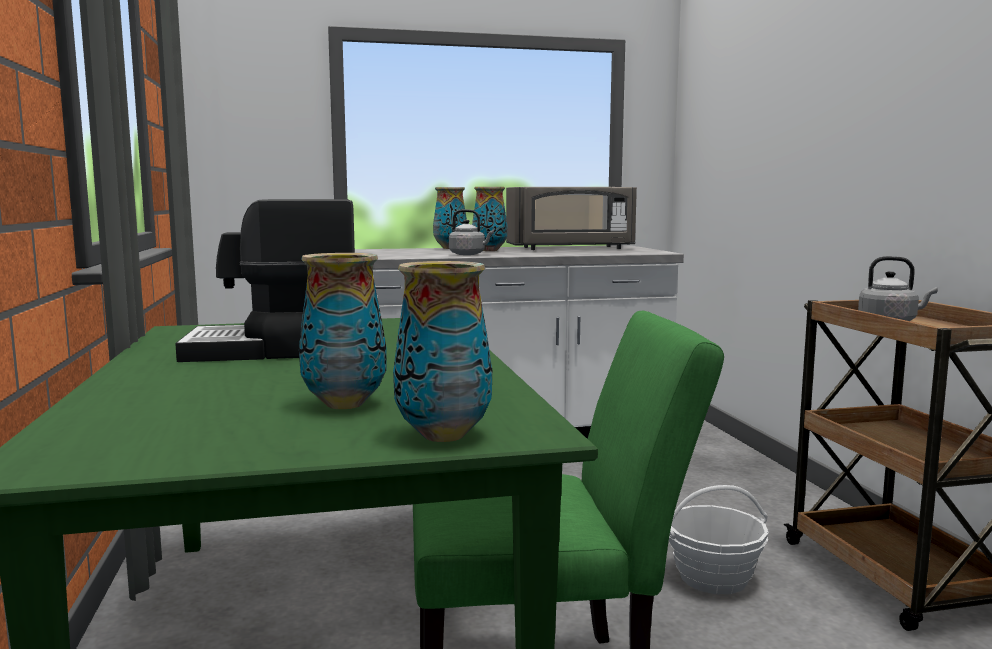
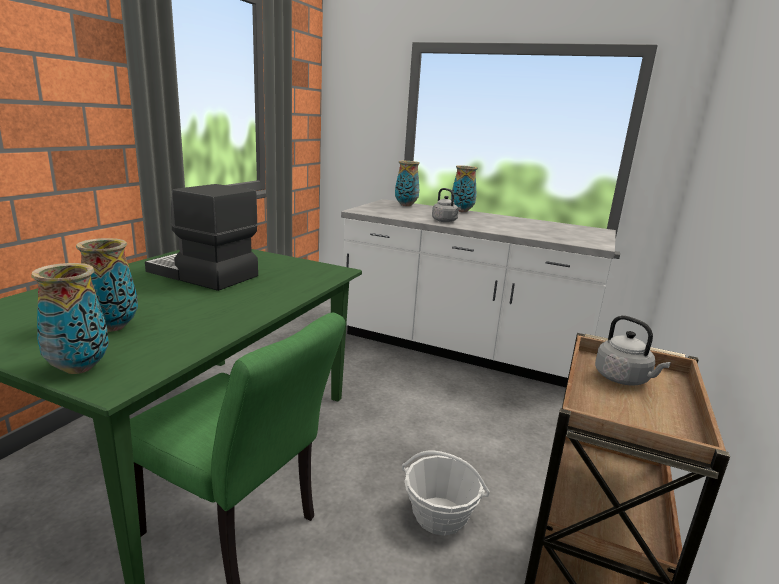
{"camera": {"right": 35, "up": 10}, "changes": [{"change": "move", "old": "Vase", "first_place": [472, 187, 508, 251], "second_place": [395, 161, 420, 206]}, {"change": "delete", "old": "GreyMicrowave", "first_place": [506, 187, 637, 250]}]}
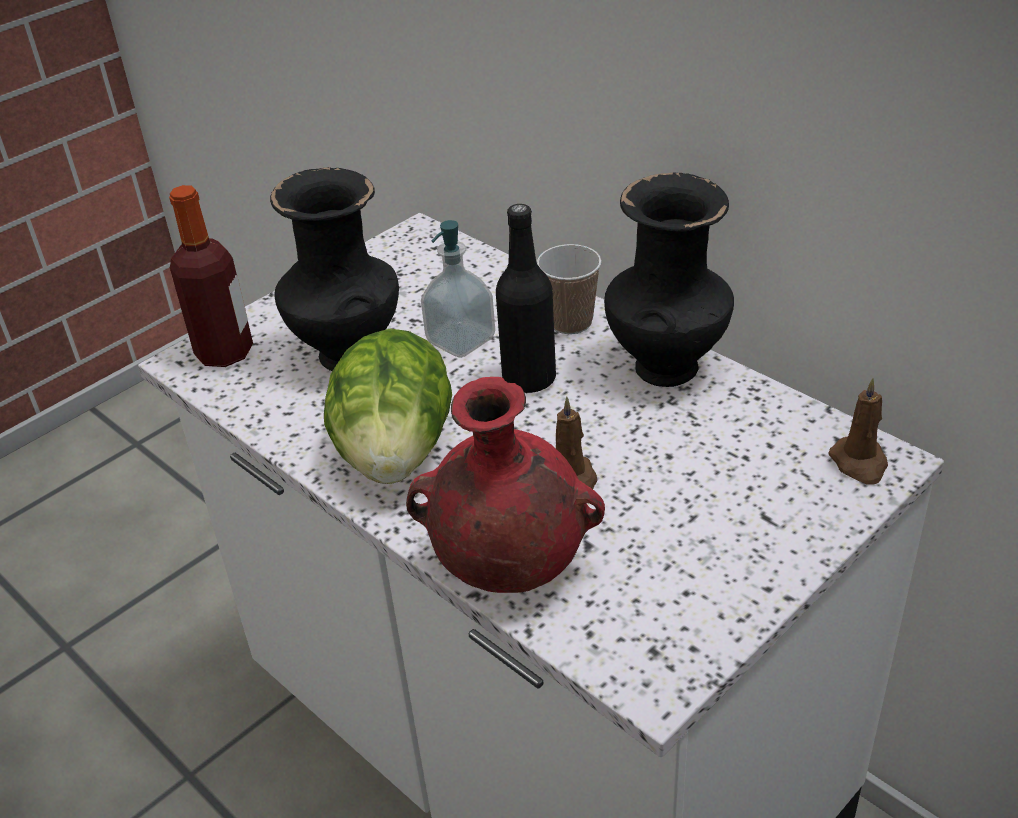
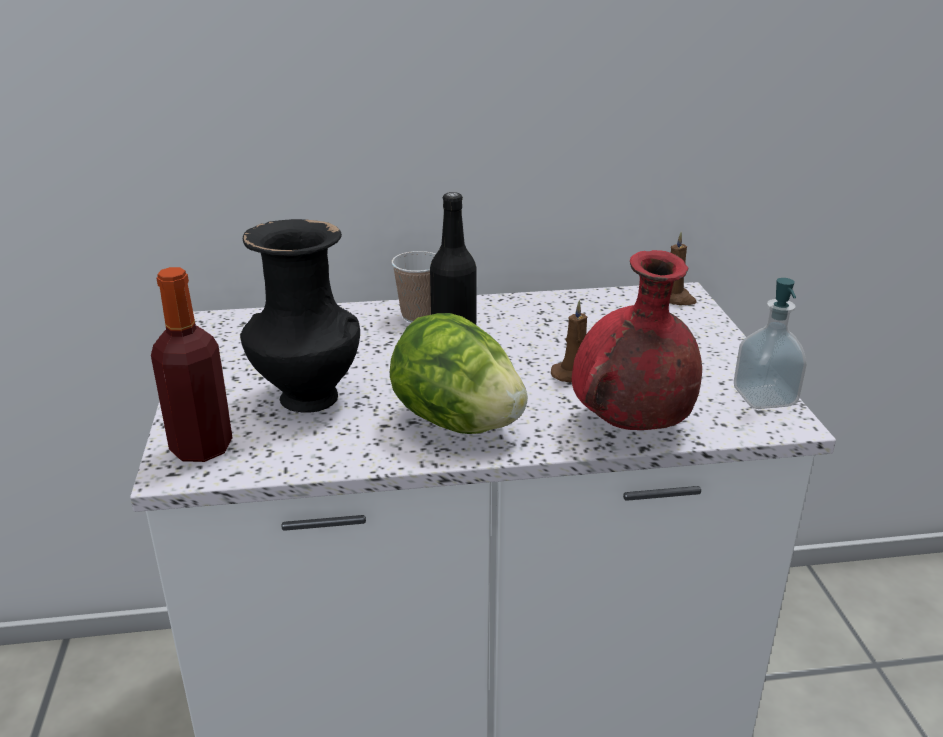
{"camera": {"right": -55, "up": -10}, "changes": [{"change": "move", "old": "SoapDispenser", "first_place": [421, 220, 495, 358], "second_place": [734, 278, 807, 409]}, {"change": "delete", "old": "BlackVase", "first_place": [604, 173, 734, 387]}]}
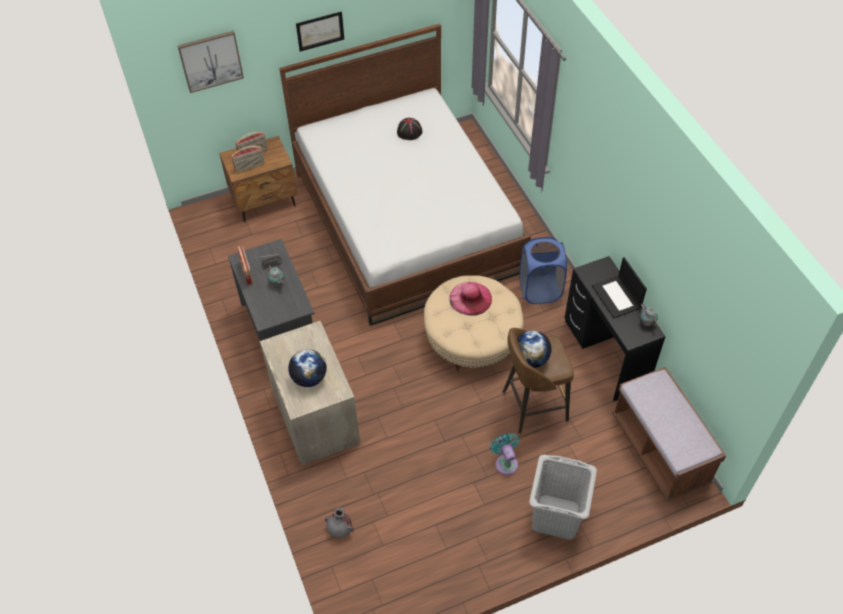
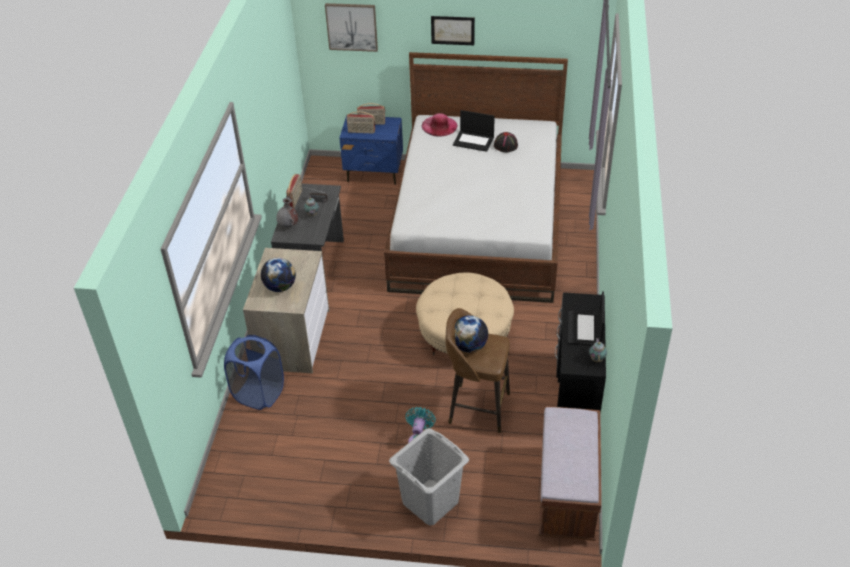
{"camera": {"right": 30, "up": -10}, "changes": [{"change": "recolor", "old": "BrownNightstand", "new": "BlueNightstand", "first_place": [219, 136, 297, 222], "second_place": [339, 115, 403, 185]}, {"change": "move", "old": "GreyVase", "first_place": [325, 508, 354, 538], "second_place": [276, 198, 298, 227]}, {"change": "move", "old": "PinkHat", "first_place": [449, 282, 492, 315], "second_place": [422, 113, 457, 137]}, {"change": "move", "old": "BlueLaundryBasket", "first_place": [519, 237, 567, 304], "second_place": [224, 335, 284, 410]}, {"change": "insert", "new": "Laptop", "second_place": [453, 110, 495, 152]}]}
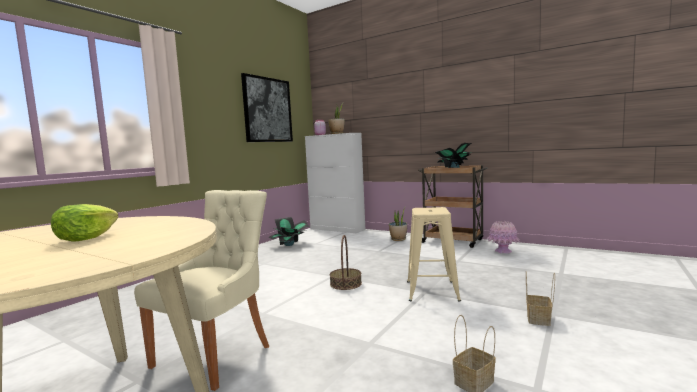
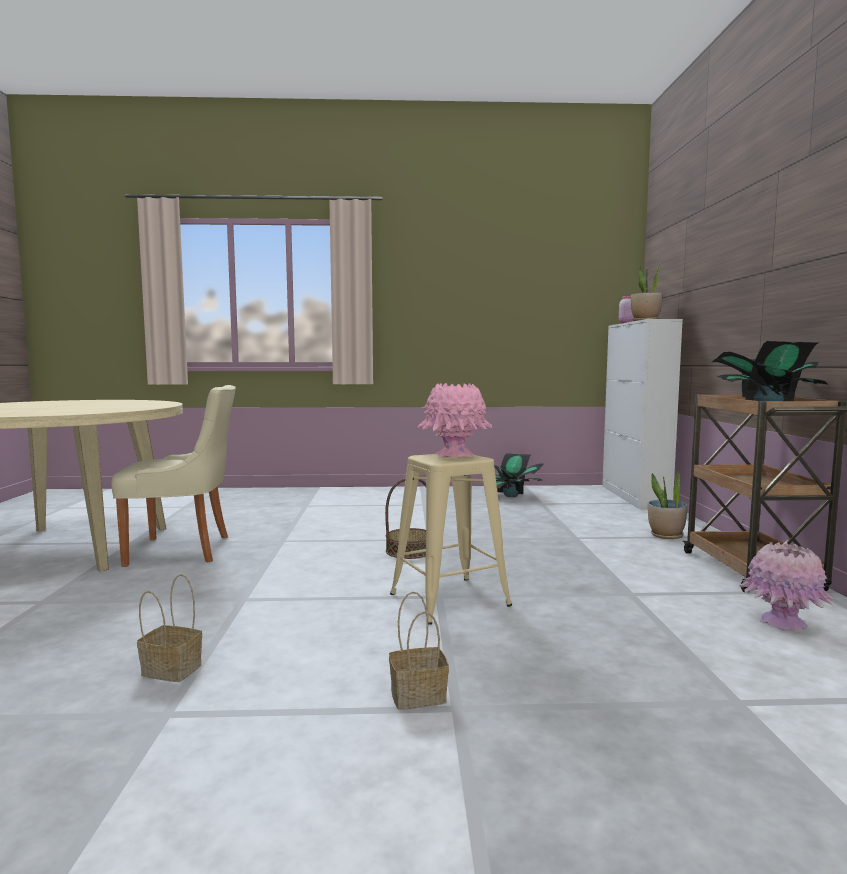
{"camera": {"right": 55, "up": 0}, "changes": [{"change": "delete", "old": "Lettuce", "first_place": [51, 204, 118, 242]}, {"change": "delete", "old": "Picture", "first_place": [241, 73, 293, 142]}, {"change": "insert", "new": "PinkVase", "second_place": [418, 383, 492, 457]}]}
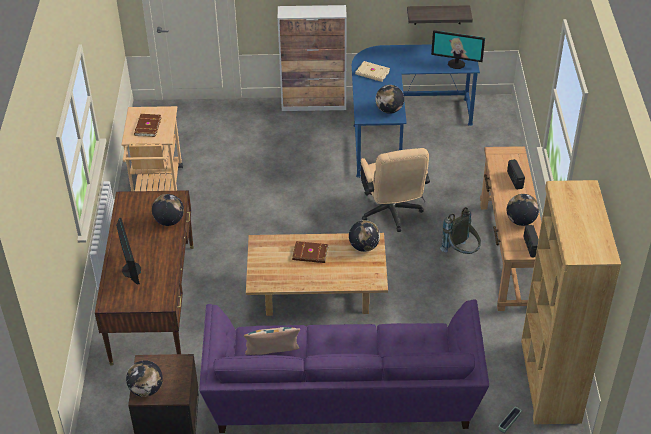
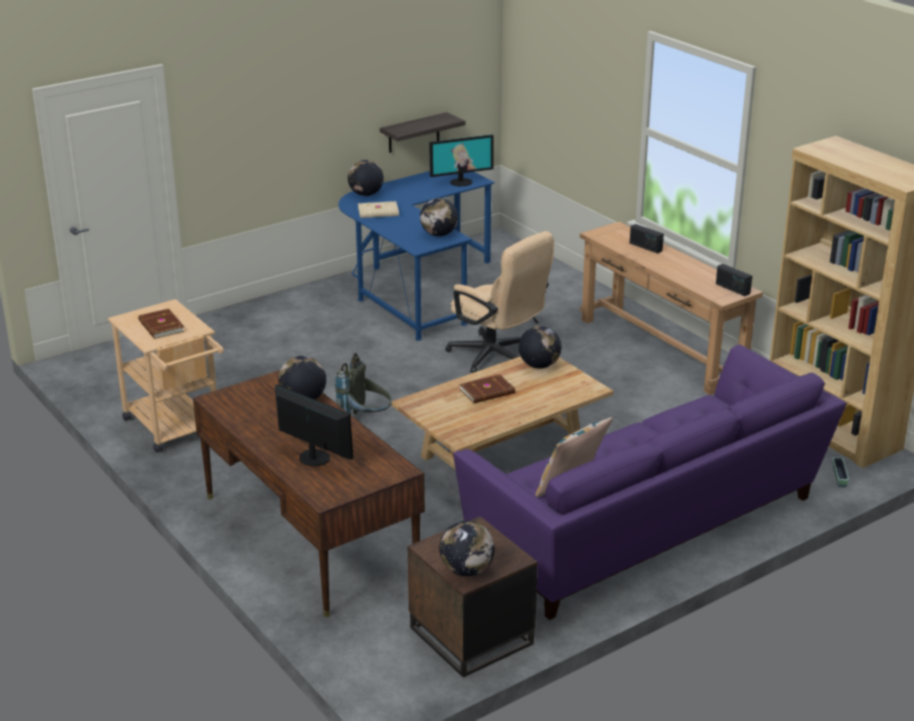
{"camera": {"right": -35, "up": -15}, "changes": [{"change": "delete", "old": "Cabinet", "first_place": [278, 5, 347, 111]}, {"change": "move", "old": "GreyBackpack", "first_place": [440, 207, 481, 254], "second_place": [335, 353, 392, 415]}, {"change": "move", "old": "Globe", "first_place": [507, 194, 539, 226], "second_place": [348, 160, 384, 196]}]}
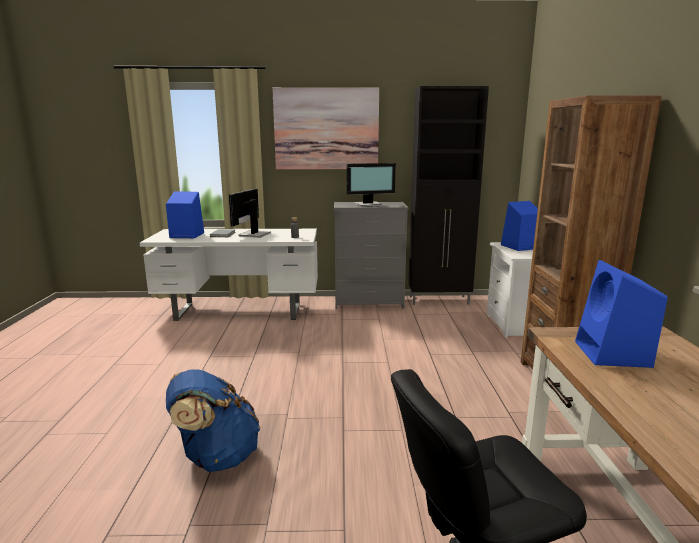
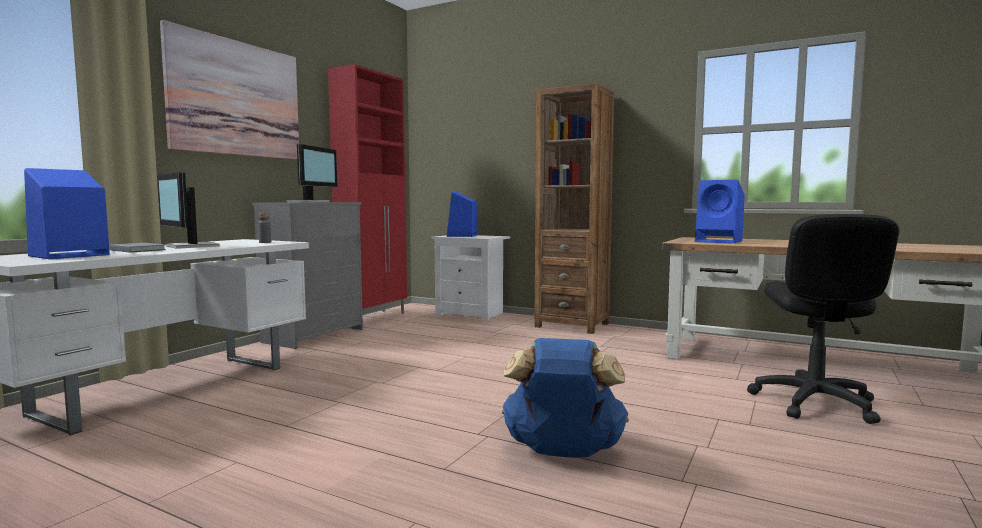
{"camera": {"right": -60, "up": -10}, "changes": [{"change": "recolor", "old": "BlackCabinet", "new": "RedCabinet", "first_place": [408, 86, 489, 305], "second_place": [328, 64, 407, 314]}]}
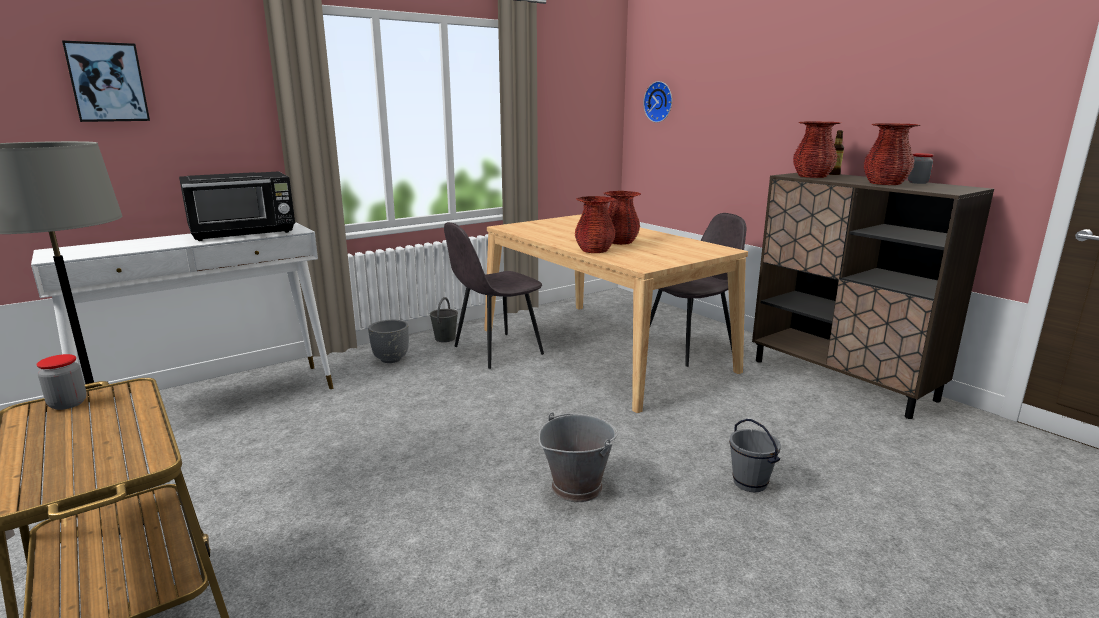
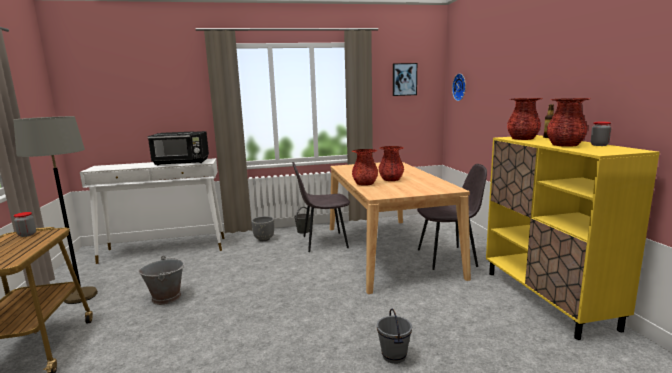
{"camera": {"right": 25, "up": -5}, "changes": [{"change": "move", "old": "Picture", "first_place": [62, 40, 150, 122], "second_place": [393, 63, 417, 96]}, {"change": "move", "old": "GreyBucket", "first_place": [539, 412, 618, 502], "second_place": [138, 256, 185, 305]}, {"change": "recolor", "old": "BrownCabinet", "new": "YellowCabinet", "first_place": [752, 173, 994, 419], "second_place": [486, 135, 660, 340]}]}
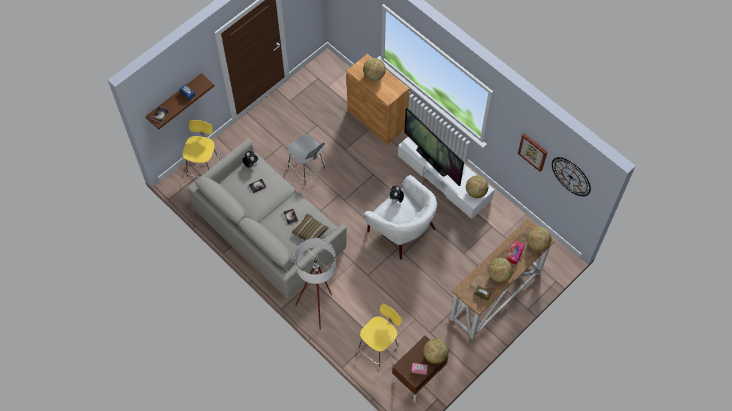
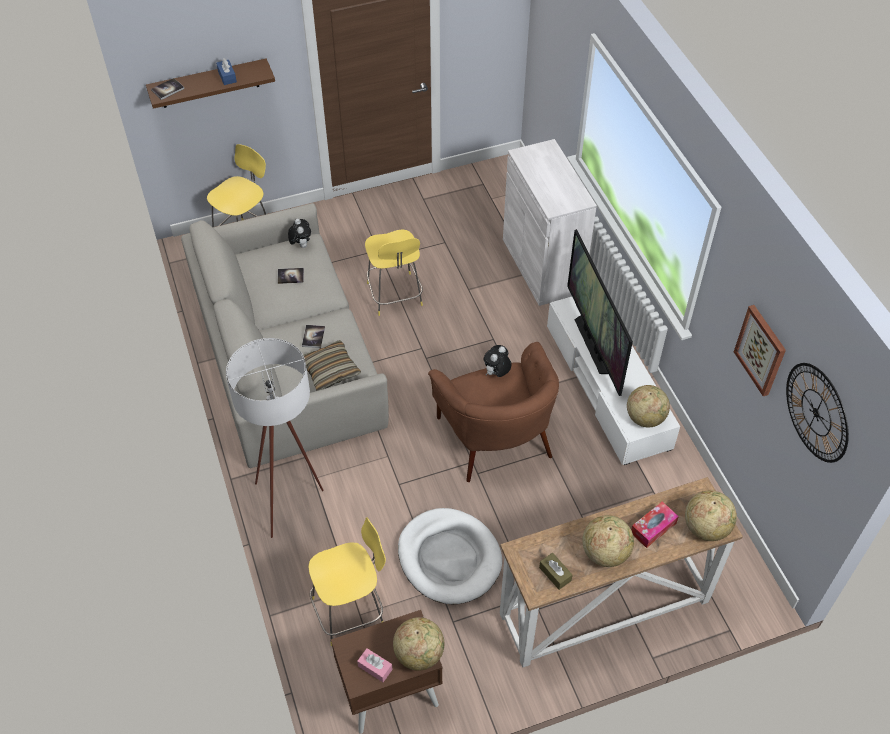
{"camera": {"right": 25, "up": -10}, "changes": [{"change": "recolor", "old": "GreyStool", "new": "YellowStool", "first_place": [288, 134, 326, 185], "second_place": [365, 230, 423, 316]}, {"change": "recolor", "old": "BrownCabinet", "new": "WhiteCabinet", "first_place": [346, 54, 410, 145], "second_place": [503, 139, 597, 306]}, {"change": "delete", "old": "Globe", "first_place": [363, 58, 386, 81]}, {"change": "recolor", "old": "WhiteArmchair", "new": "BrownArmchair", "first_place": [364, 175, 437, 260], "second_place": [428, 342, 559, 482]}, {"change": "insert", "new": "WhiteDogBed", "second_place": [398, 508, 502, 604]}]}
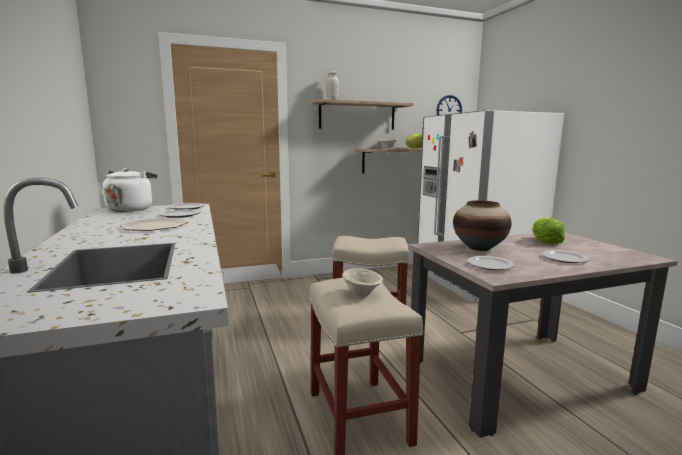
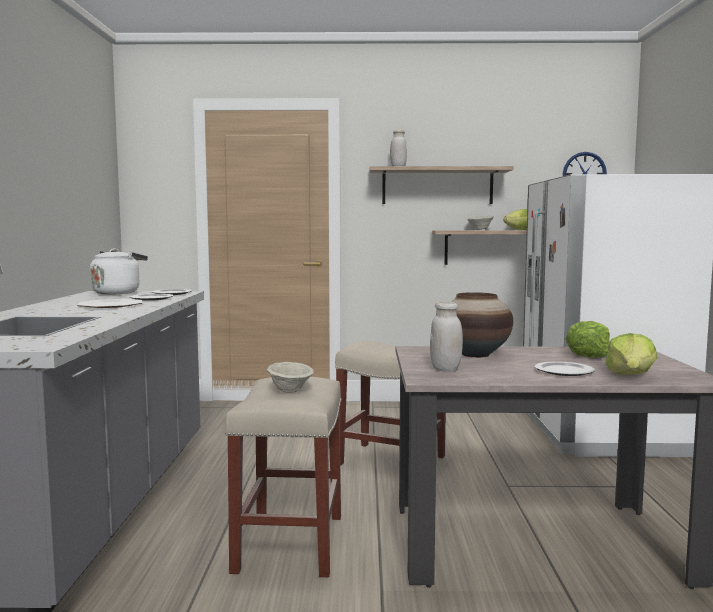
{"camera": {"right": 20, "up": -5}, "changes": [{"change": "replace", "old": "Plate", "new": "WhiteJar", "first_place": [467, 256, 514, 270], "second_place": [430, 301, 463, 372]}, {"change": "insert", "new": "Lettuce", "second_place": [605, 333, 657, 374]}]}
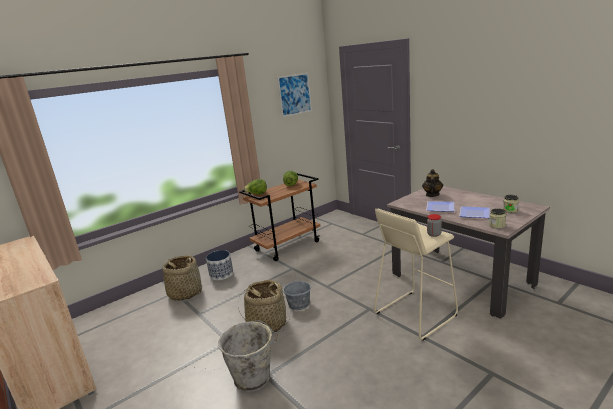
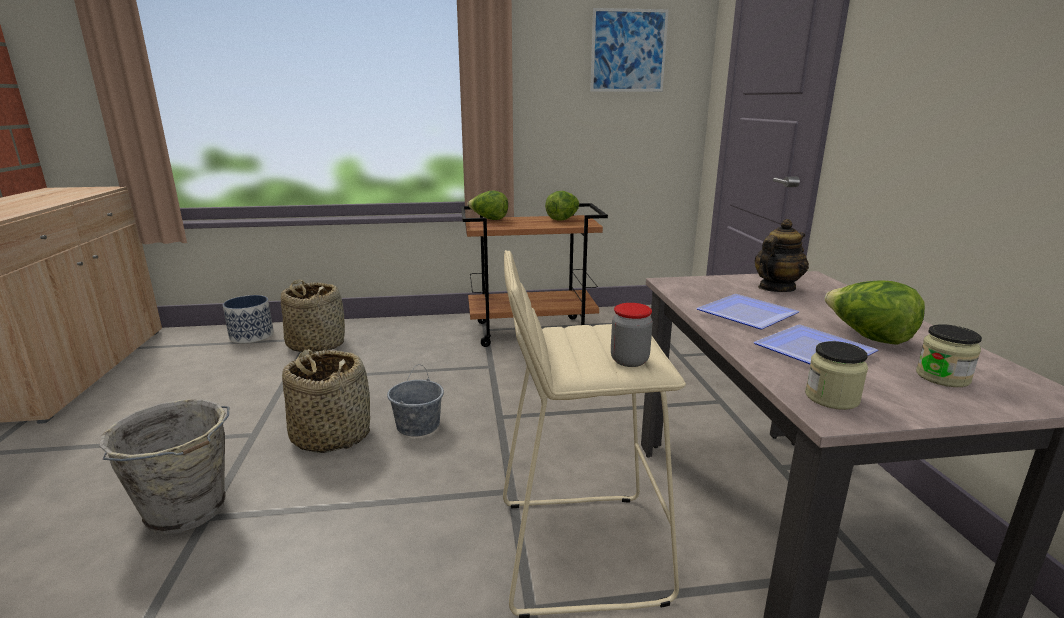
{"camera": {"right": 30, "up": 0}, "changes": [{"change": "move", "old": "Planter", "first_place": [206, 250, 233, 280], "second_place": [223, 295, 274, 344]}, {"change": "insert", "new": "Lettuce", "second_place": [825, 280, 925, 345]}]}
